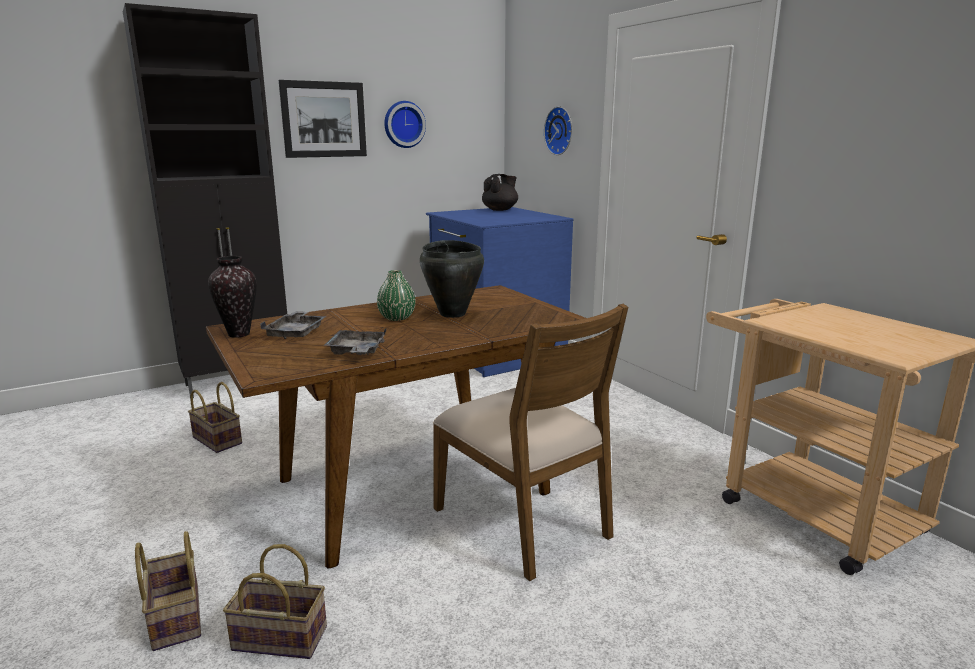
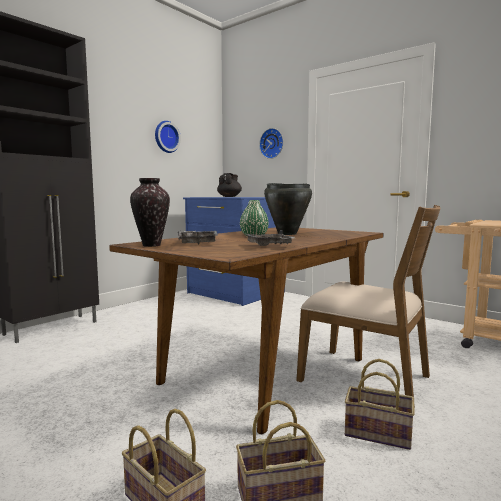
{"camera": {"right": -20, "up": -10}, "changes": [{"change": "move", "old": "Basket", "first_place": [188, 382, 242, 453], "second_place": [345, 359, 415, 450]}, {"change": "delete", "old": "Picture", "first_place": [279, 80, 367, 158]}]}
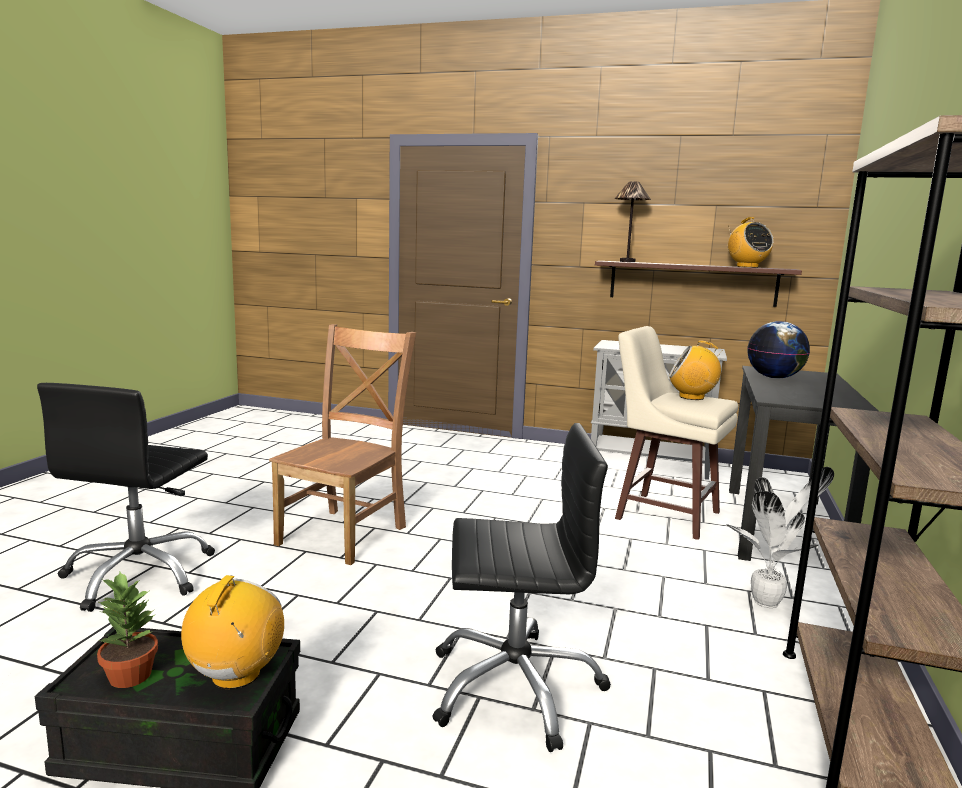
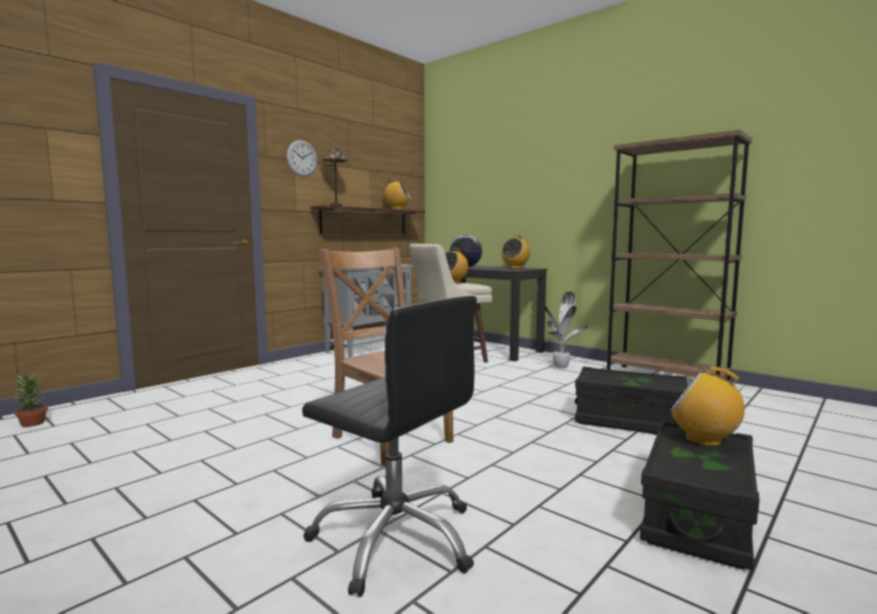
{"camera": {"right": -65, "up": -5}, "changes": [{"change": "move", "old": "PottedPlant", "first_place": [97, 572, 158, 688], "second_place": [14, 372, 48, 427]}, {"change": "replace", "old": "BlackOfficeChair", "new": "BlackStorageBox", "first_place": [432, 423, 611, 752], "second_place": [575, 367, 688, 434]}, {"change": "insert", "new": "WallClock", "second_place": [287, 140, 317, 177]}, {"change": "insert", "new": "Radio", "second_place": [501, 235, 530, 269]}]}
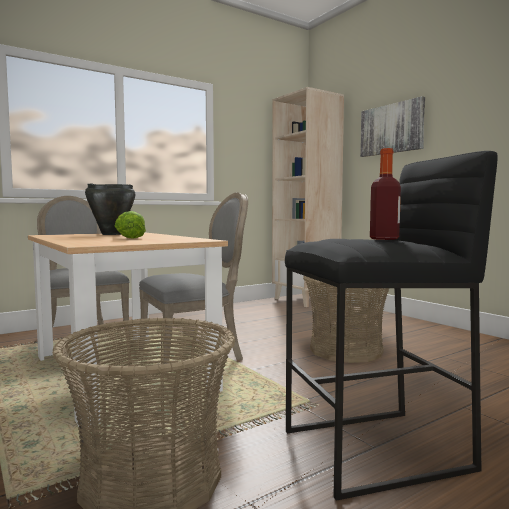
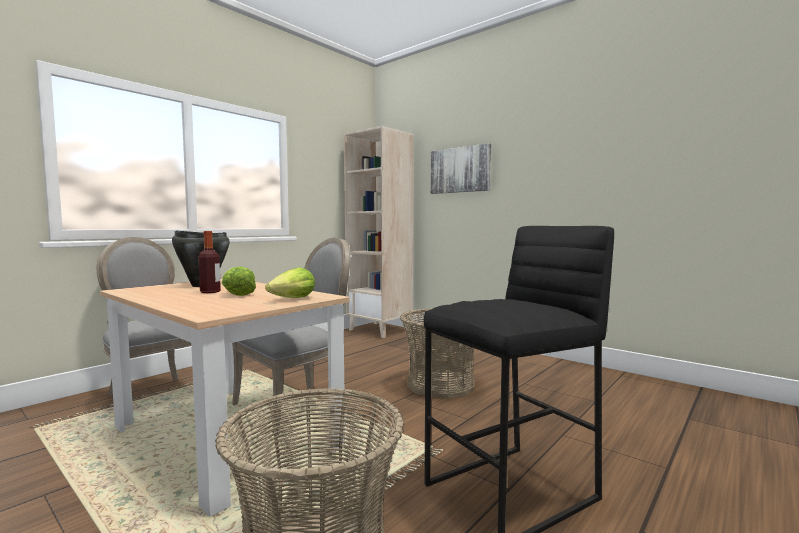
{"camera": {"right": -15, "up": 0}, "changes": [{"change": "move", "old": "Bottle", "first_place": [370, 148, 401, 240], "second_place": [198, 231, 221, 293]}, {"change": "insert", "new": "Lettuce", "second_place": [265, 267, 315, 298]}]}
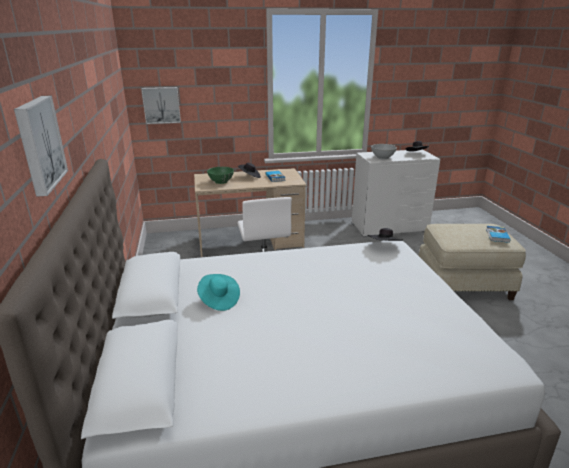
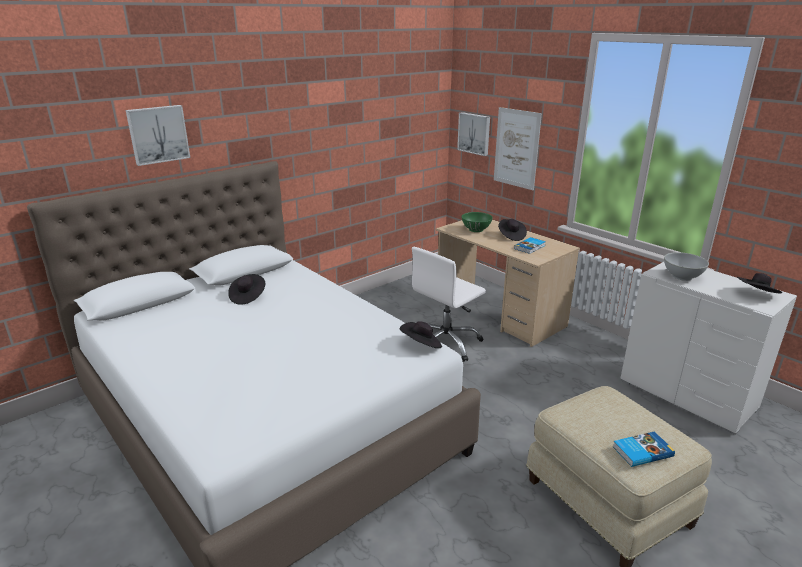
{"camera": {"right": 60, "up": 0}, "changes": [{"change": "recolor", "old": "TurquoiseHat", "new": "BlackHat", "first_place": [197, 274, 240, 311], "second_place": [228, 274, 265, 305]}, {"change": "insert", "new": "Picture", "second_place": [494, 107, 542, 190]}]}
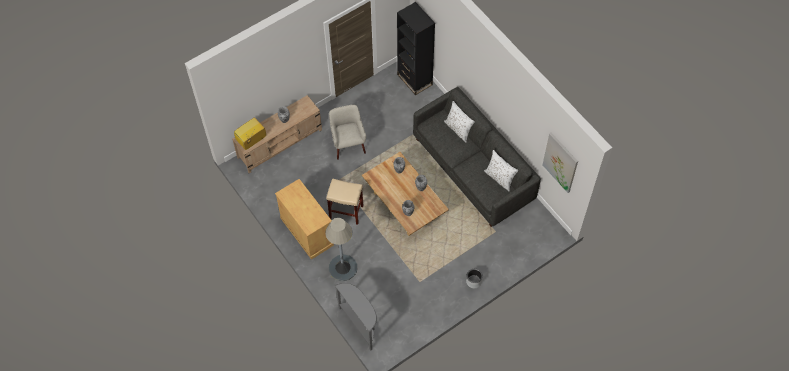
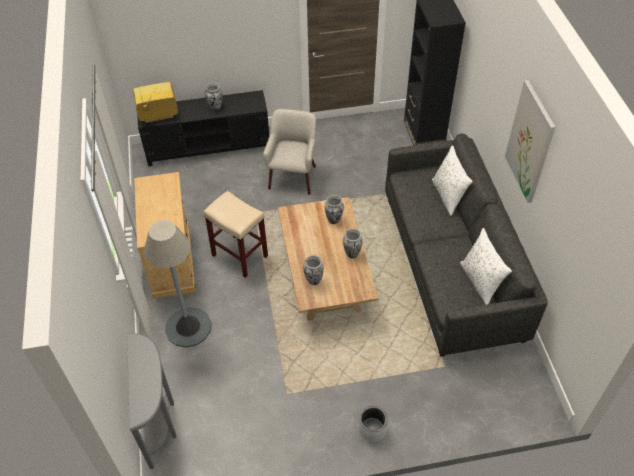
{"camera": {"right": 25, "up": -10}, "changes": [{"change": "recolor", "old": "BeigeTvStand", "new": "BlackTvStand", "first_place": [232, 95, 322, 173], "second_place": [137, 90, 269, 167]}, {"change": "move", "old": "Picture", "first_place": [543, 133, 578, 193], "second_place": [505, 80, 555, 203]}]}
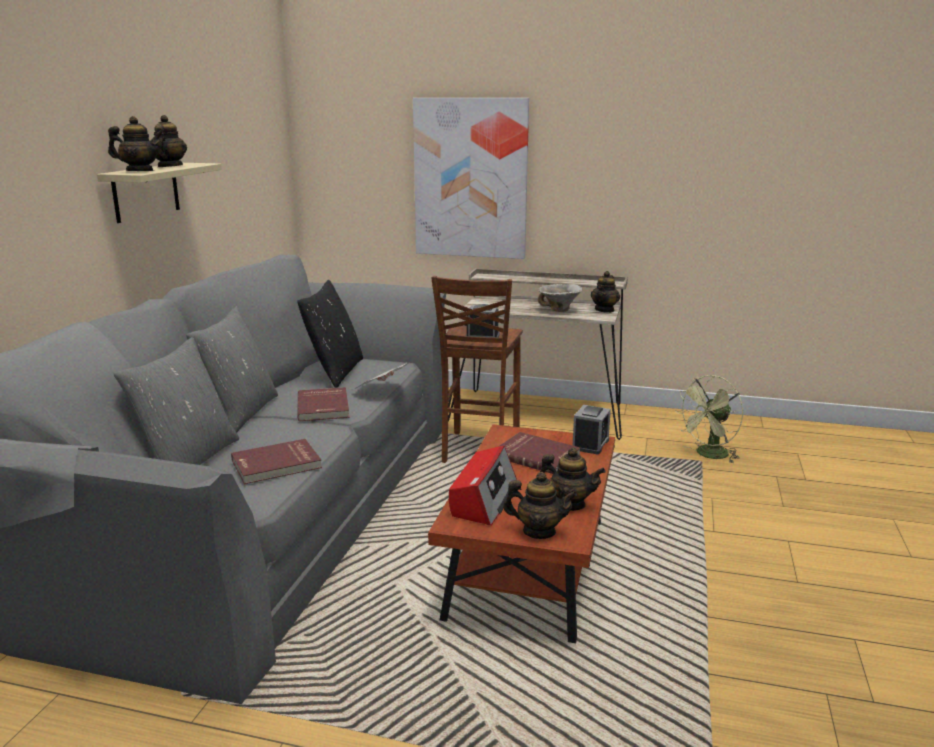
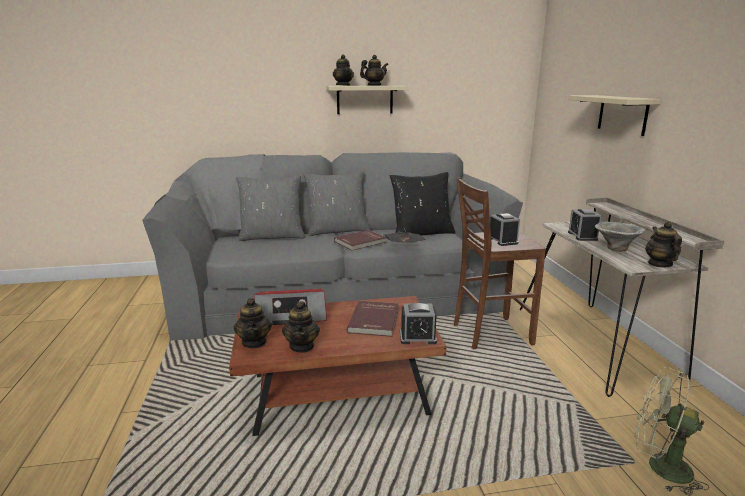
{"camera": {"right": 65, "up": 0}, "changes": [{"change": "delete", "old": "RedBook", "first_place": [231, 439, 322, 484]}, {"change": "replace", "old": "Picture", "new": "BeigeShelf", "first_place": [413, 98, 529, 259], "second_place": [568, 95, 661, 136]}, {"change": "rotate", "old": "Teapot", "first_place": [591, 271, 620, 313], "second_place": [645, 222, 682, 268], "degrees": 90}, {"change": "insert", "new": "AlarmClock", "second_place": [568, 209, 601, 241]}]}
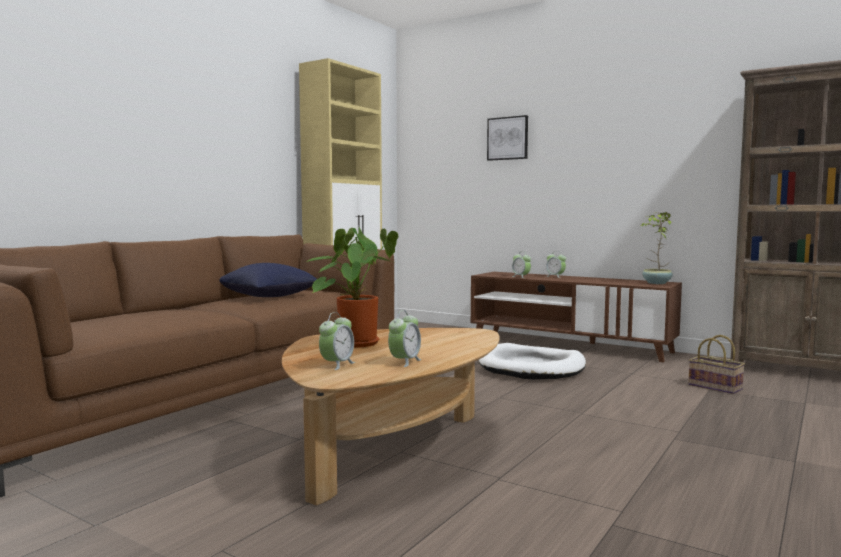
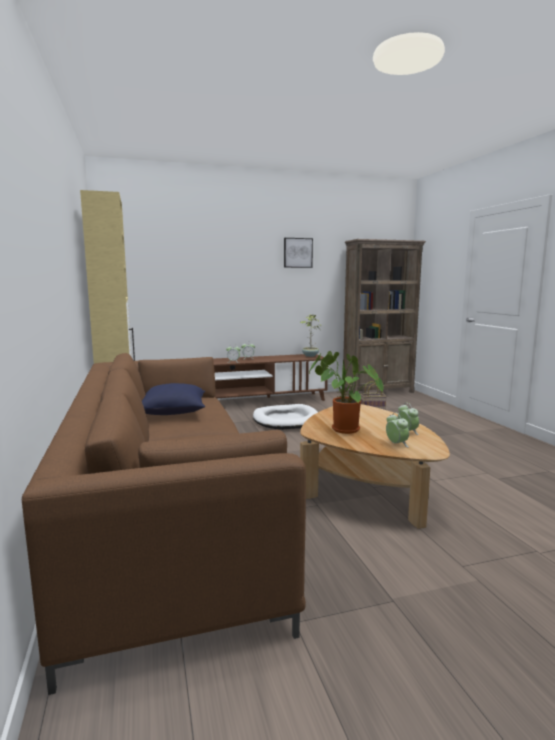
{"camera": {"right": -50, "up": 5}, "changes": [{"change": "move", "old": "Picture", "first_place": [487, 115, 528, 161], "second_place": [284, 238, 313, 268]}]}
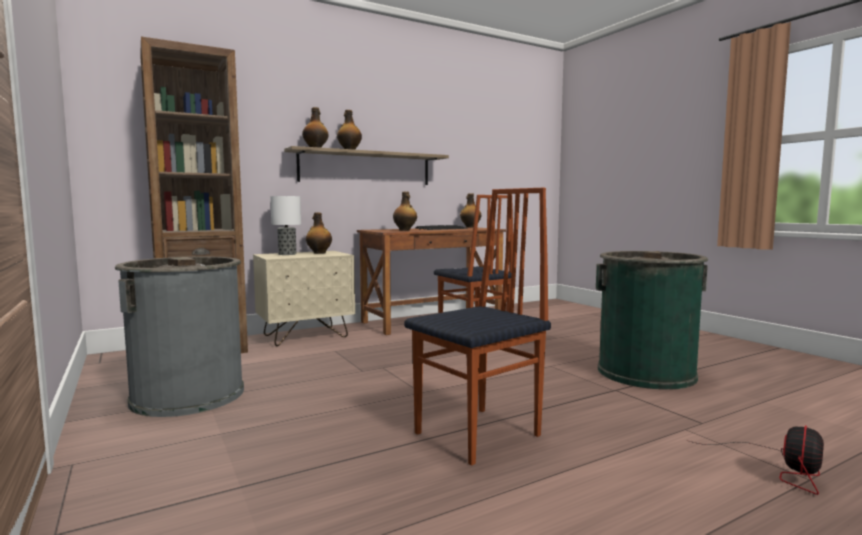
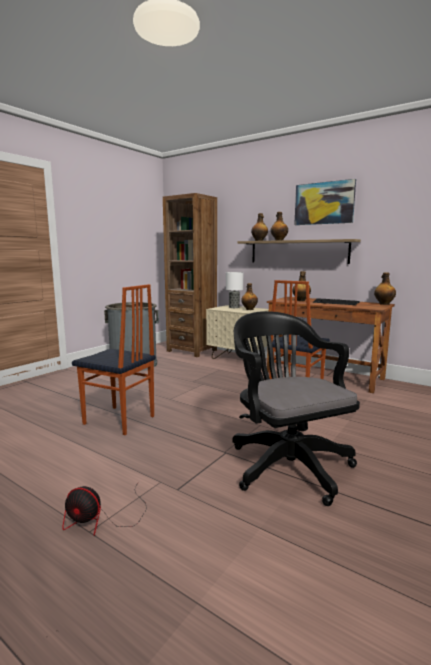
{"camera": {"right": 65, "up": 5}, "changes": [{"change": "replace", "old": "GreenTrashCan", "new": "BlackOfficeChair", "first_place": [596, 251, 708, 390], "second_place": [232, 311, 360, 506]}, {"change": "insert", "new": "Picture", "second_place": [294, 179, 356, 225]}]}
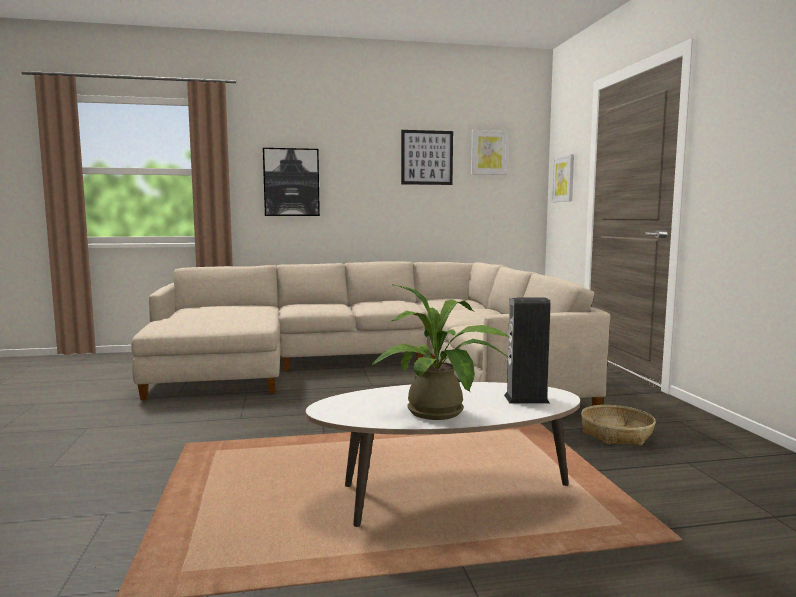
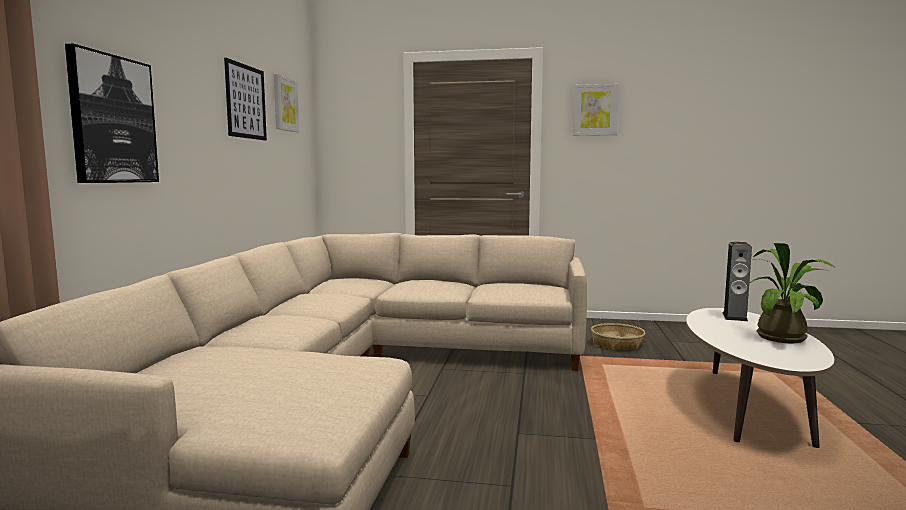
{"camera": {"right": -70, "up": 0}, "changes": [{"change": "move", "old": "Picture", "first_place": [551, 154, 574, 202], "second_place": [573, 84, 619, 136]}]}
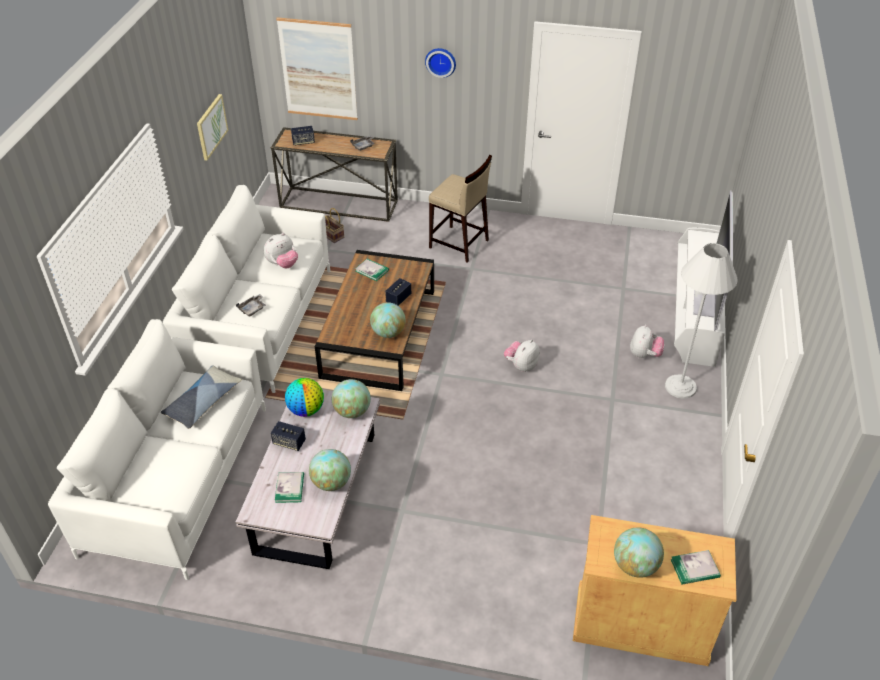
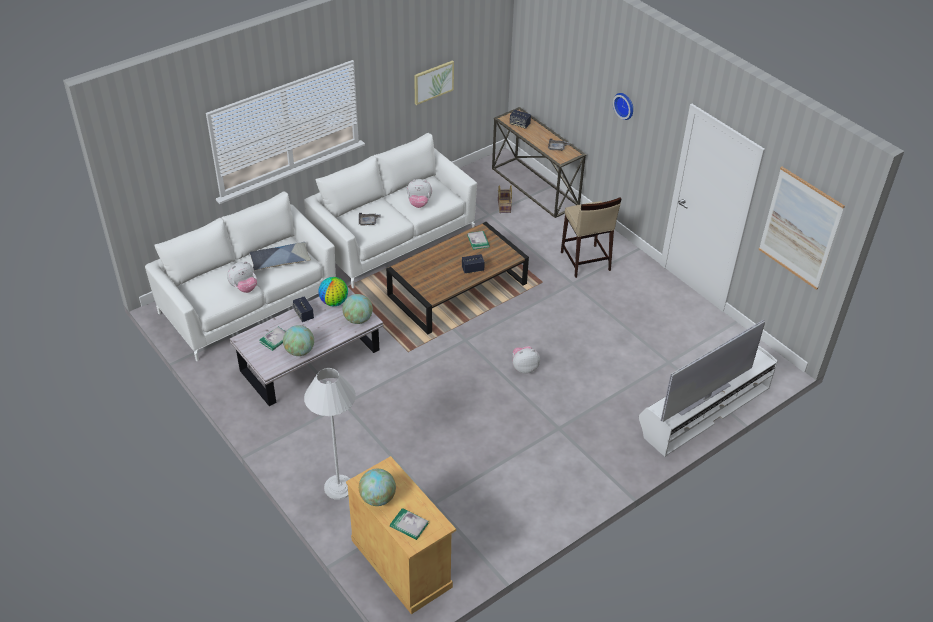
{"camera": {"right": 40, "up": 0}, "changes": [{"change": "move", "old": "Picture", "first_place": [276, 17, 358, 120], "second_place": [759, 166, 845, 290]}, {"change": "delete", "old": "Globe", "first_place": [370, 302, 406, 338]}, {"change": "move", "old": "PlushToy", "first_place": [630, 325, 664, 358], "second_place": [227, 261, 257, 293]}, {"change": "move", "old": "WhiteFloorLamp", "first_place": [665, 243, 738, 399], "second_place": [304, 368, 356, 500]}]}
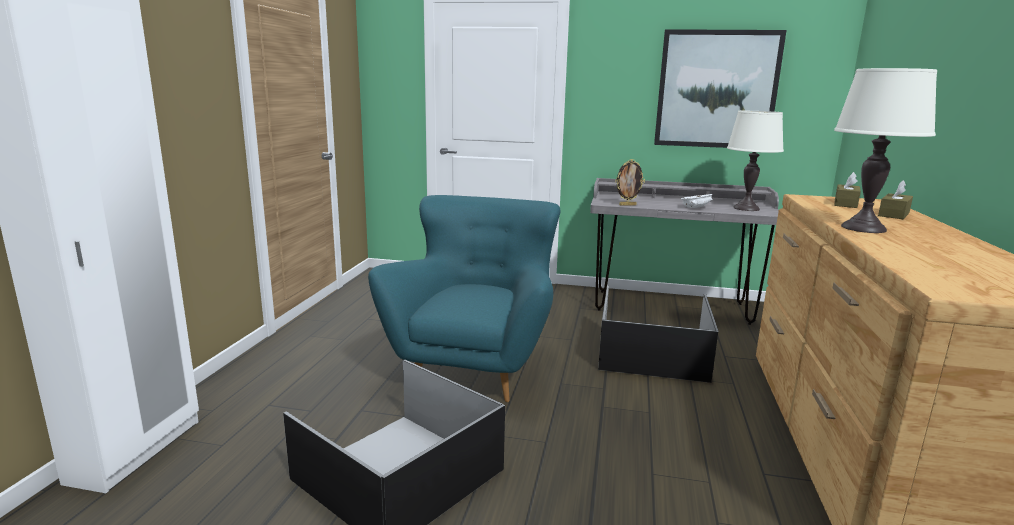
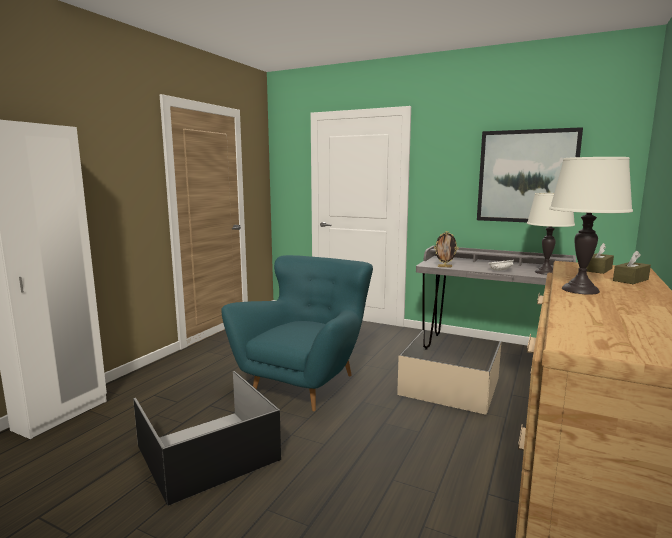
{"camera": {"right": 15, "up": -5}, "changes": [{"change": "recolor", "old": "BlackStorageBox", "new": "BeigeStorageBox", "first_place": [598, 286, 718, 383], "second_place": [397, 330, 501, 415]}]}
